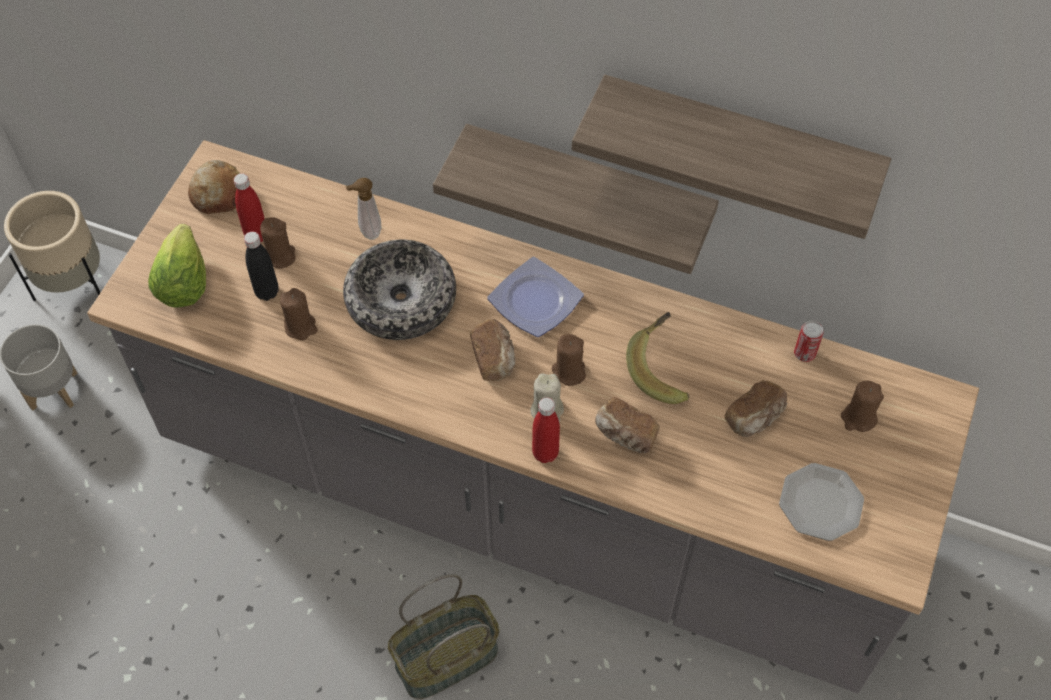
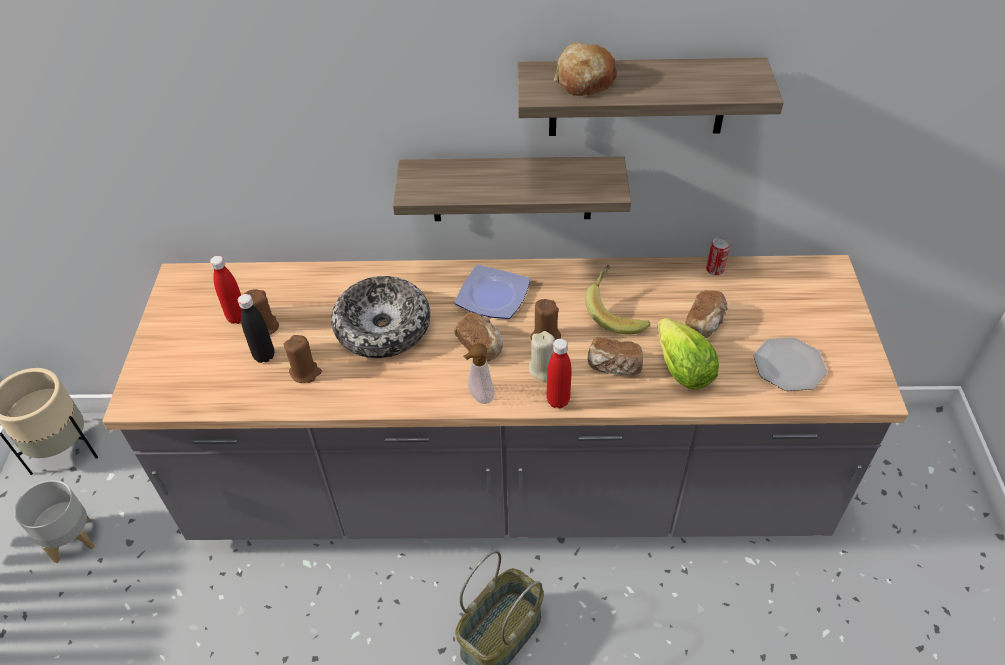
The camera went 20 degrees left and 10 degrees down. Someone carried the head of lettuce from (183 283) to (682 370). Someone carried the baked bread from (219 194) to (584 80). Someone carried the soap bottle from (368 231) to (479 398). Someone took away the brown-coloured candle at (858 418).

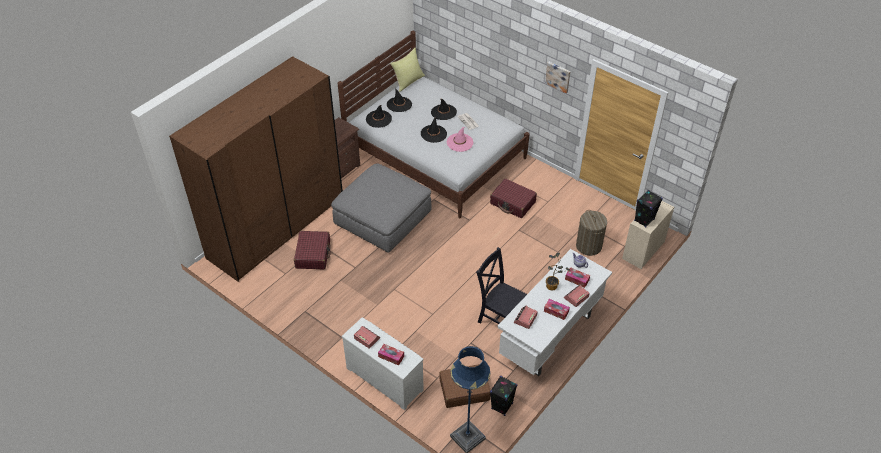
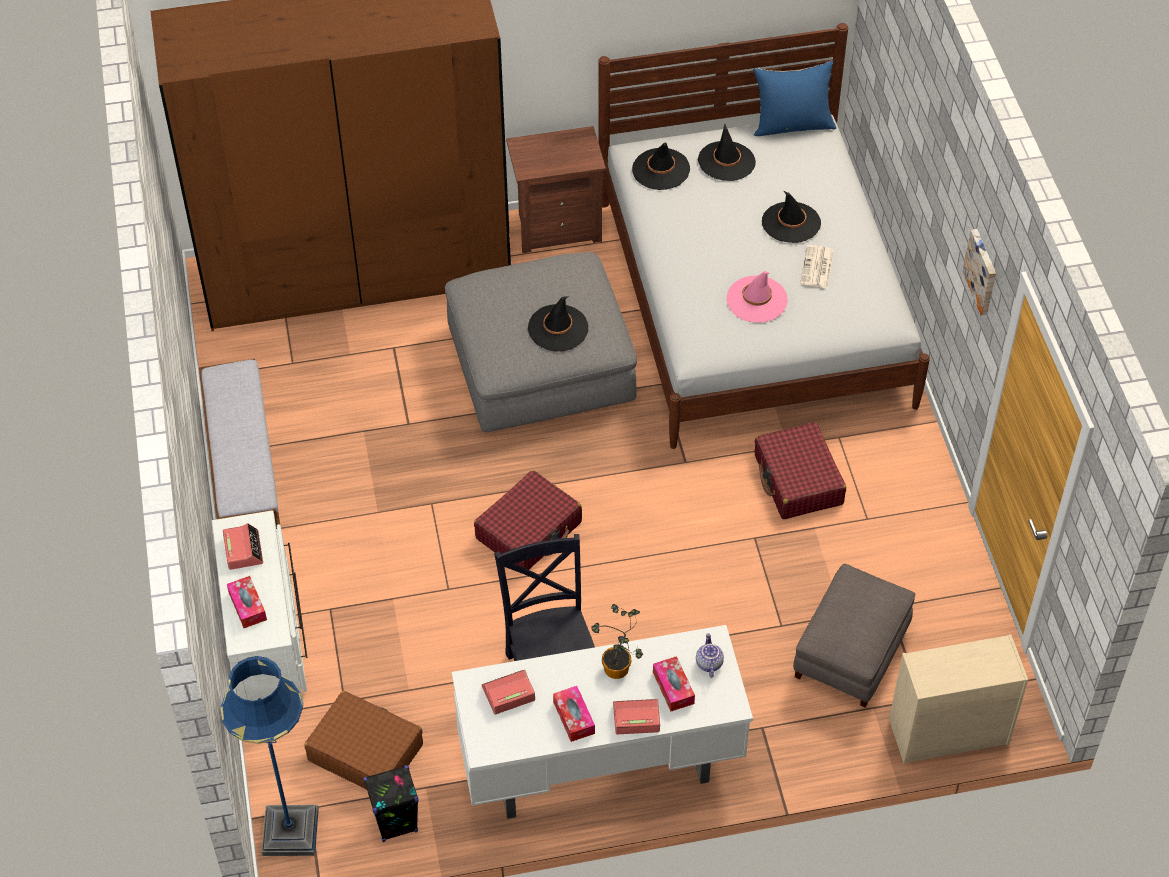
The camera went 40 degrees right and 5 degrees up. Someone carried the red-coloured suitcase from (313 254) to (529 531). Someone repainted the yellowish throw pillow at (408 81), which became the blue-coloured throw pillow at (792 124). Someone carried the black clothing hat from (433 134) to (558 328). Someone swapped the laundry basket at (588 246) for the grey ottoman at (851 653). Someone took away the black speaker at (644 220). Someone put down the long seat at (245 479).

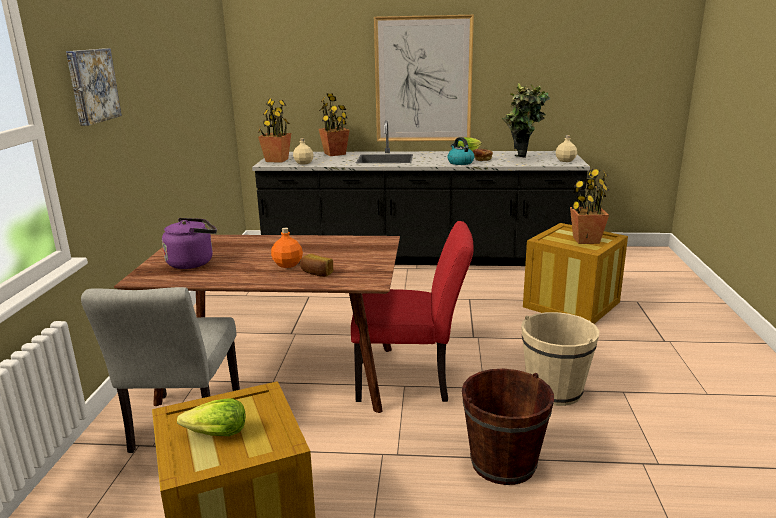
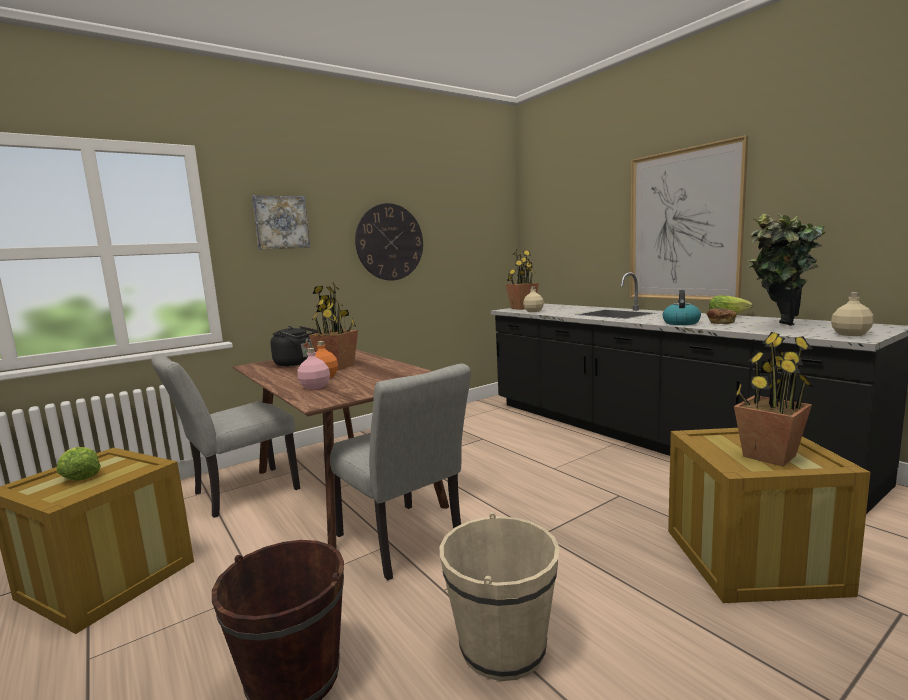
The camera went 50 degrees right and 10 degrees down. Someone repainted the purple-coloured kettle at (193 262), which became the black kettle at (296 363). Someone swapped the baked bread at (316 273) for the pinkish drink bottle at (315 387). Someone carried the houseplant from (335 154) to (337 367). Someone repainted the red-coloured chair at (412 381), which became the grey chair at (404 543). Someone put up the clock on the wall at (390 242).

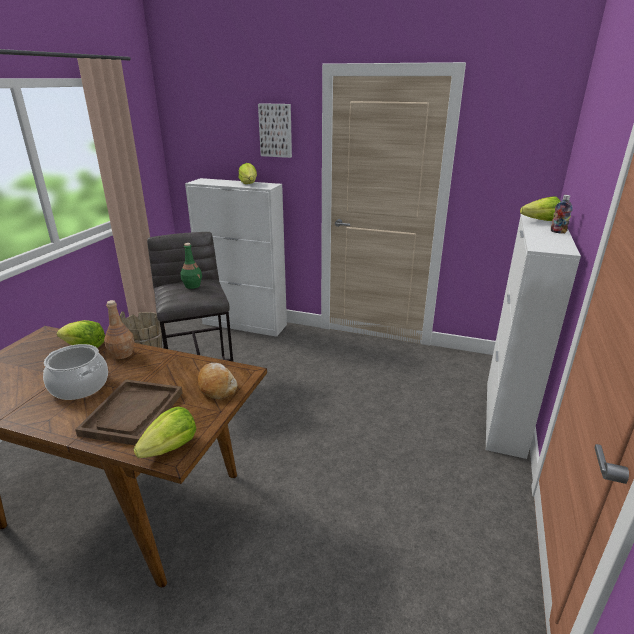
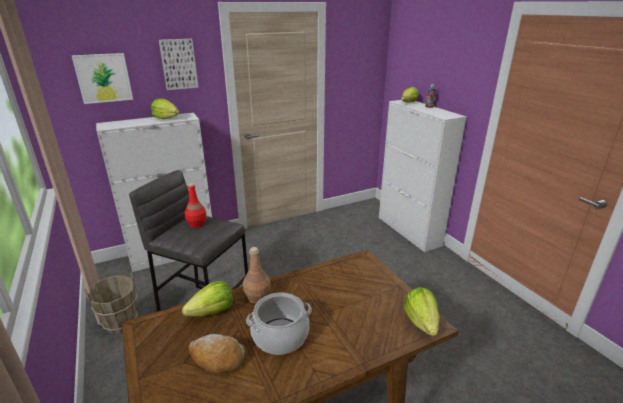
The camera went 45 degrees left and 0 degrees up. Someone took away the brown-coloured tray at (133 413). Someone repainted the green-coloured drink bottle at (192 285), which became the red-coloured drink bottle at (197 224). Someone carried the baked bread from (216 386) to (217 358). Someone put up the picture at (103 78).

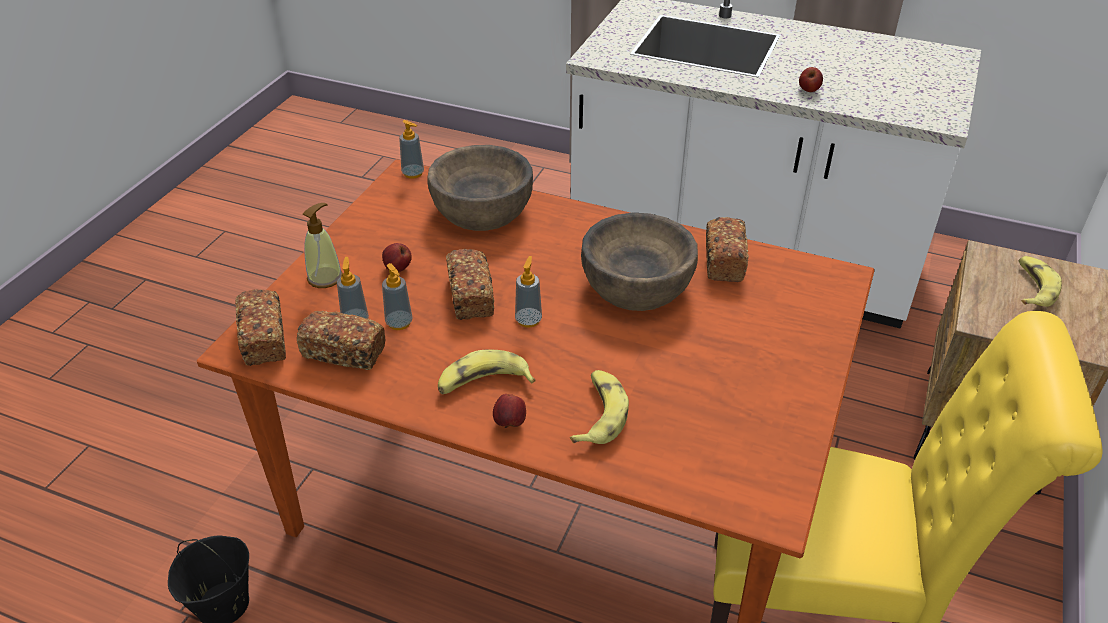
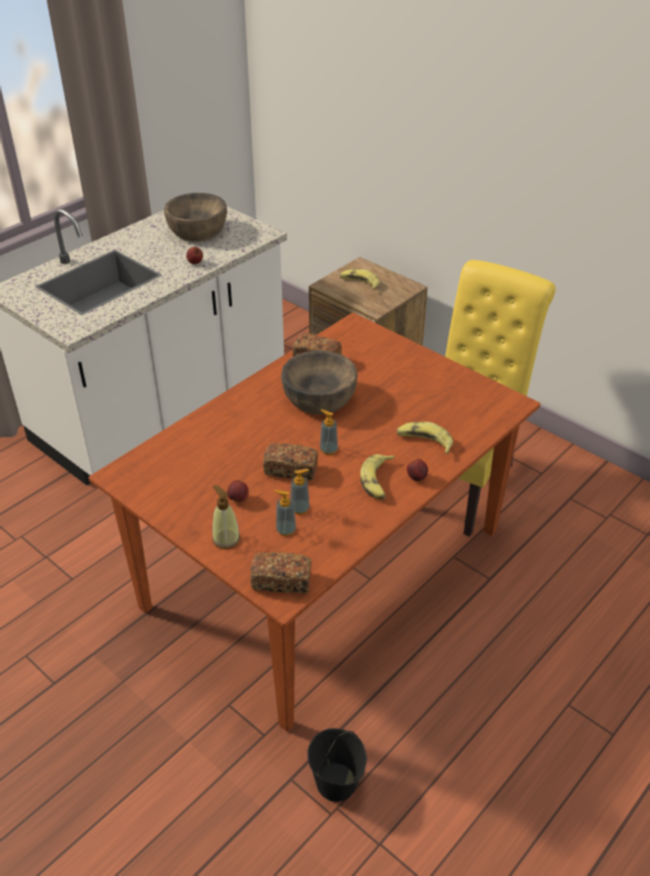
The camera went 70 degrees left and 0 degrees up. Someone took away the baked bread at (344 352). Someone took away the soap bottle at (413 173). Someone carried the brown-coloured serving bowl from (482 209) to (197 230).

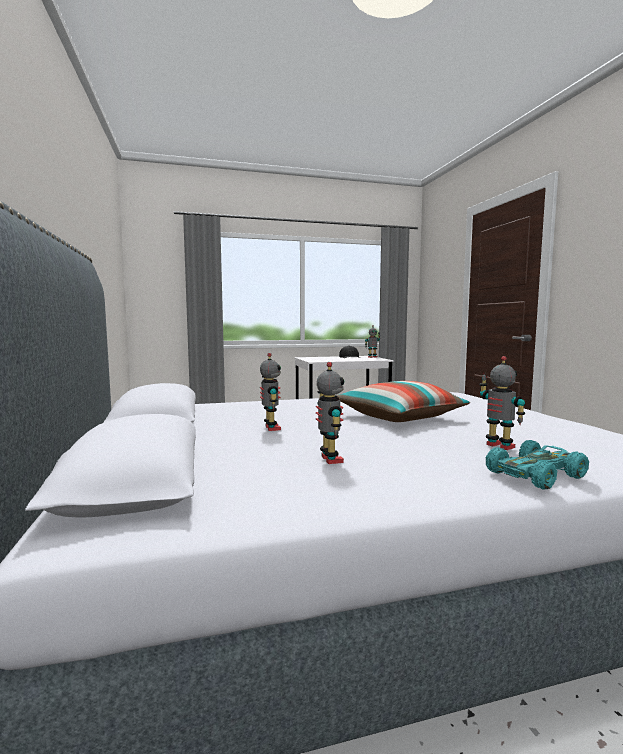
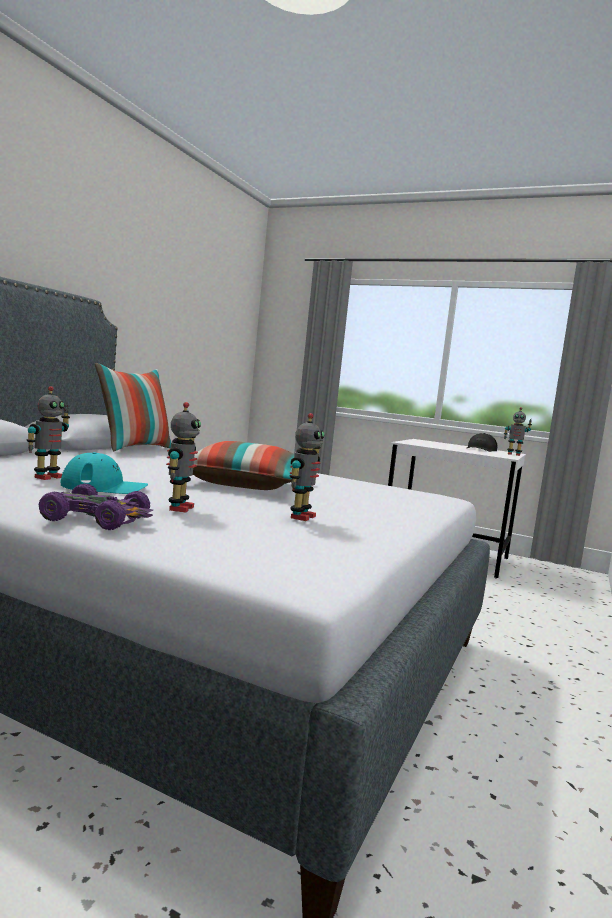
The camera went 40 degrees right and 0 degrees up. Someone carried the robot figure from (271 428) to (300 517). Someone repainted the blue-green miniature car at (536 474), which became the purple-coloured miniature car at (98 519). Someone put down the blue-green peaked cap at (104 487). Someone put down the throw pillow at (134 448).

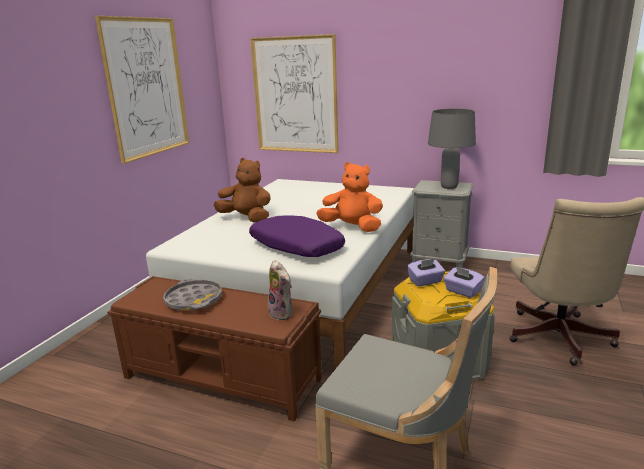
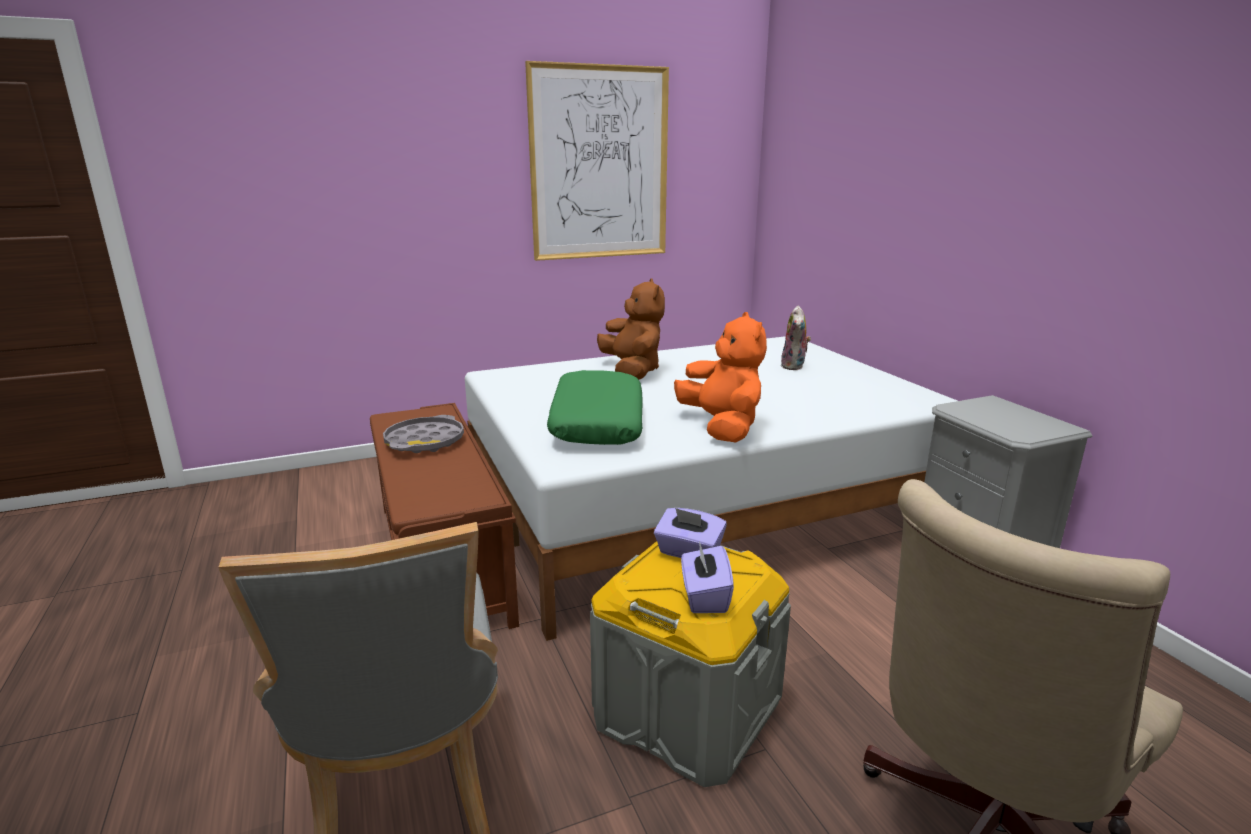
The camera went 45 degrees right and 0 degrees up. Someone repainted the purple-coloured throw pillow at (295 247), which became the green-coloured throw pillow at (596 422). Someone took away the picture at (295 95). Someone carried the soft toy from (282 313) to (794 366). Someone took away the grey lamp for a table at (448 187).

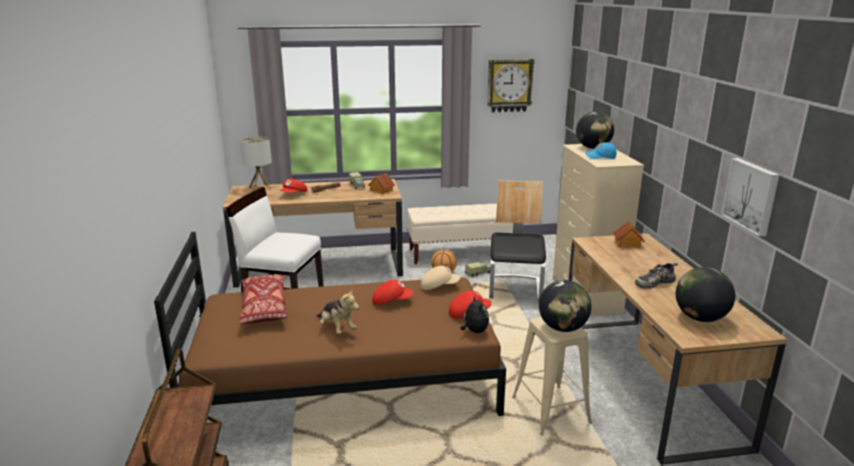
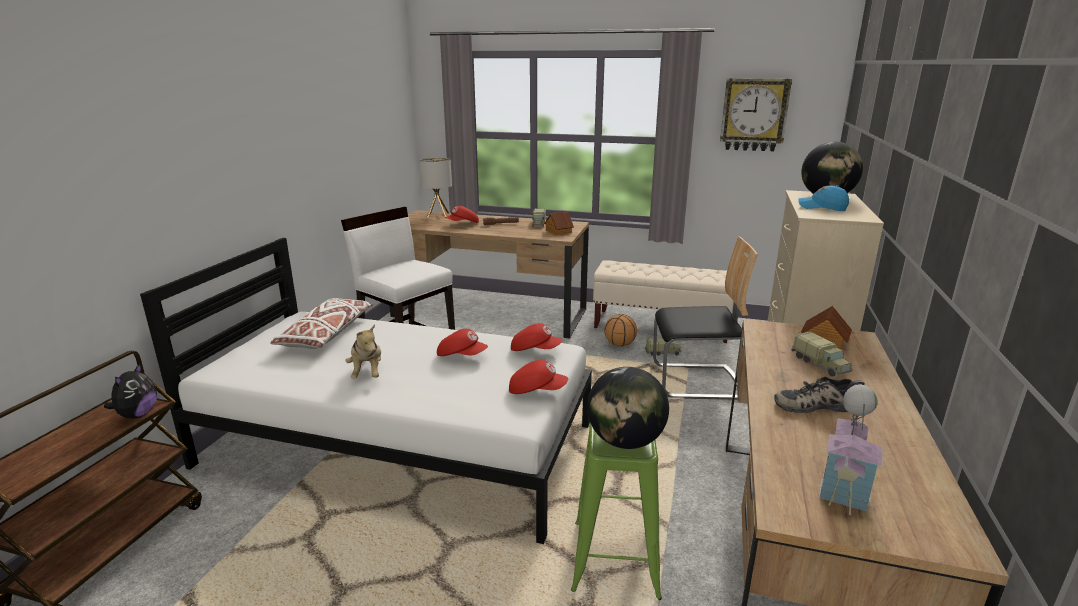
The camera went 25 degrees right and 0 degrees up. Someone repainted the brown-coloured bed at (345 383), which became the whitish bed at (399 444). Someone repainted the red-coloured throw pillow at (264 308), which became the whitish throw pillow at (326 334). Someone repainted the beige peaked cap at (439 286), which became the red-coloured peaked cap at (535 350). Someone carried the soft toy from (474 331) to (137 415). Someone rotated the chair at (515 289) by 60 degrees clockwise. Someone repainted the beige stool seat at (550 410), which became the green-coloured stool seat at (614 559). Someone swapped the desk globe at (700 318) for the miniature house at (844 484). Someone took away the picture at (751 196). Someone put down the toy truck at (820 364).

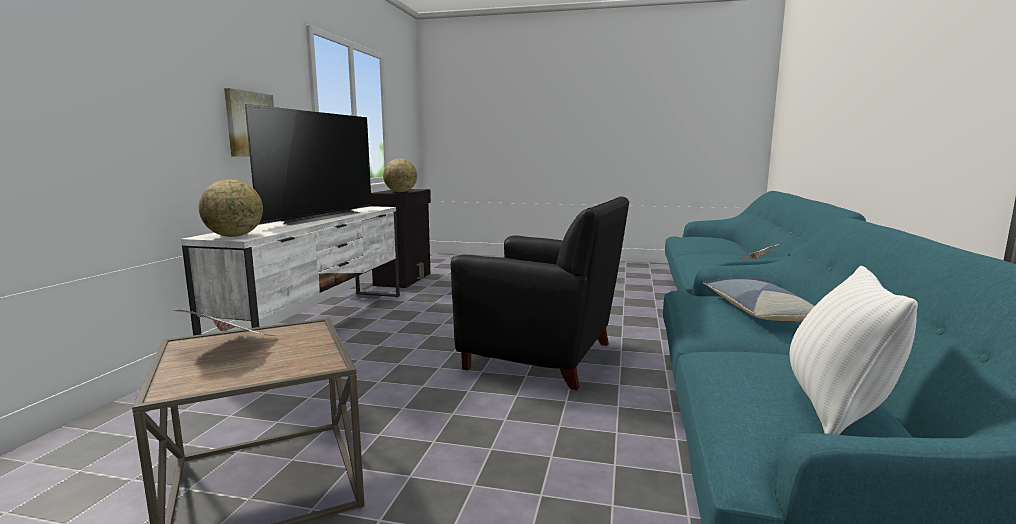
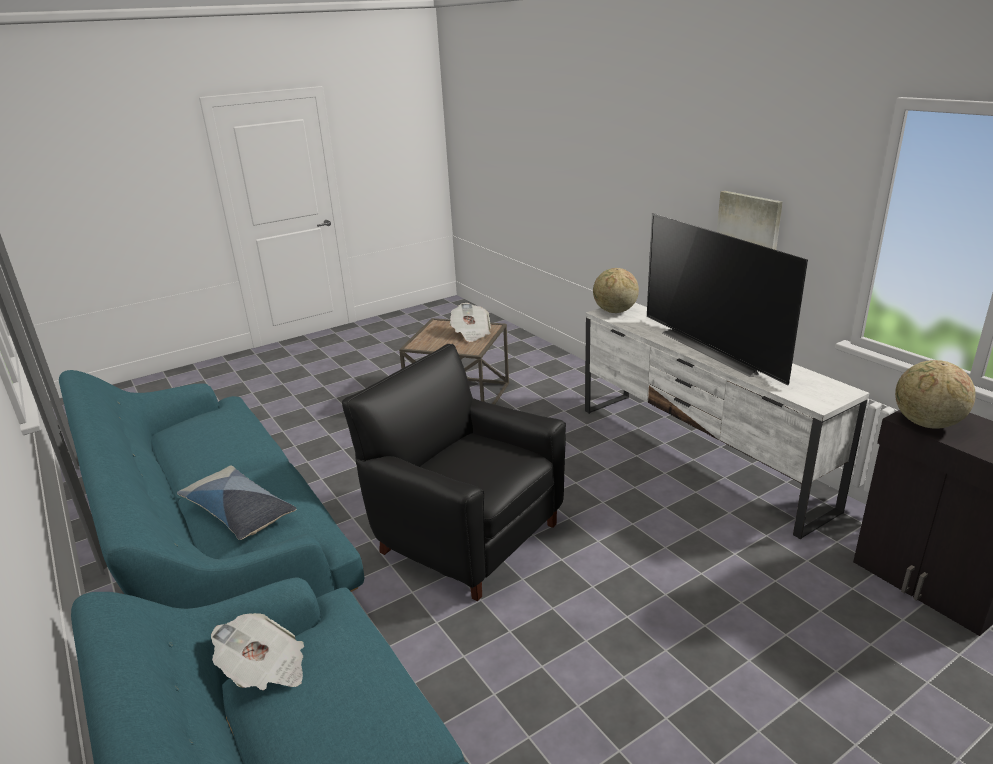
The camera went 135 degrees right and 15 degrees up. Someone rotated the black lounge chair at (543 357) by 60 degrees clockwise. Someone took away the whitish throw pillow at (836 407).

